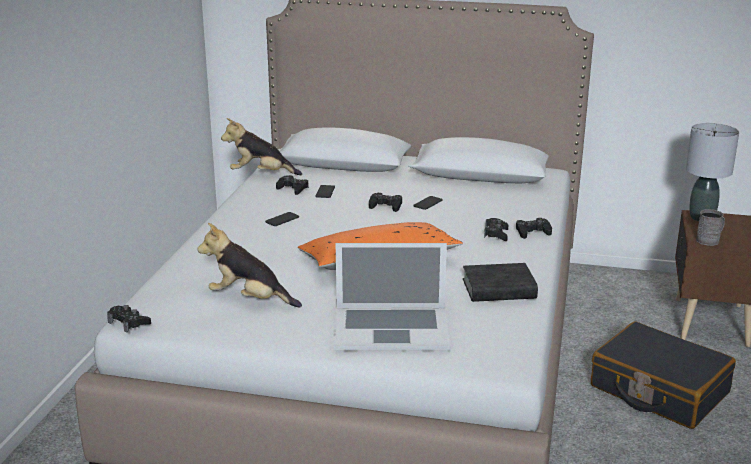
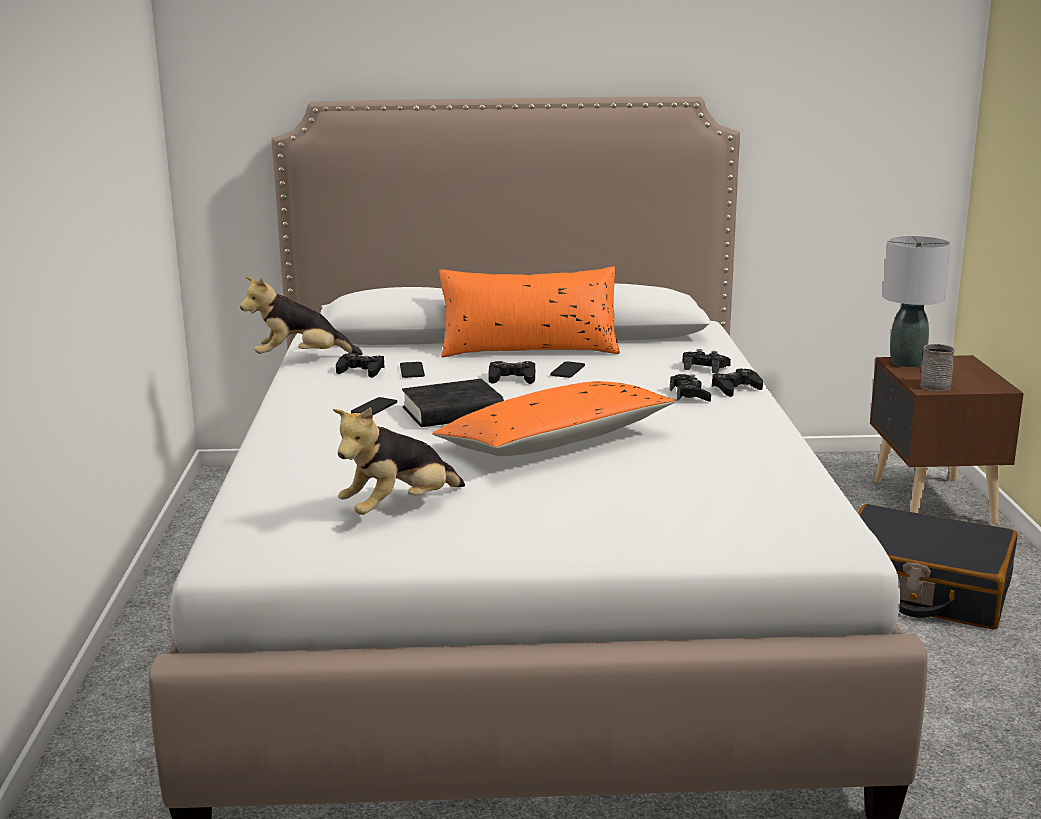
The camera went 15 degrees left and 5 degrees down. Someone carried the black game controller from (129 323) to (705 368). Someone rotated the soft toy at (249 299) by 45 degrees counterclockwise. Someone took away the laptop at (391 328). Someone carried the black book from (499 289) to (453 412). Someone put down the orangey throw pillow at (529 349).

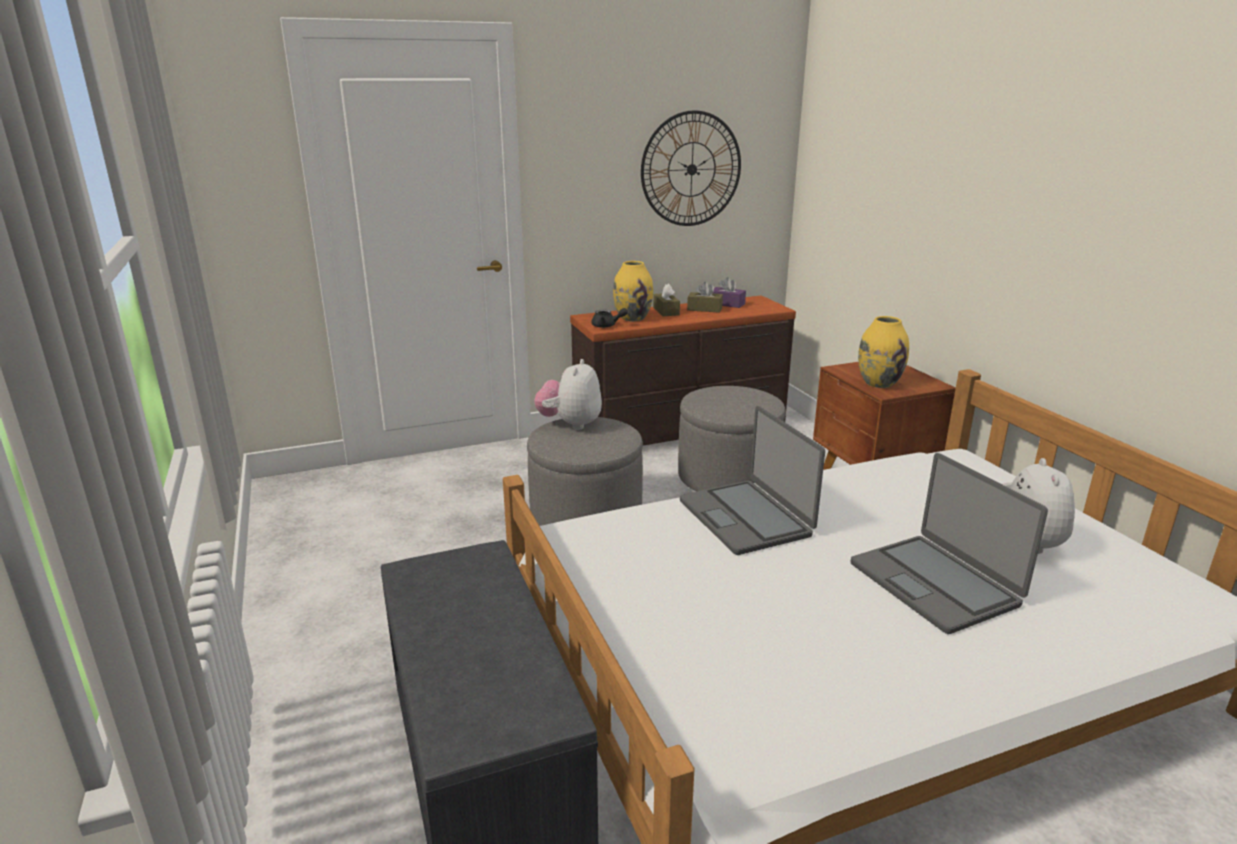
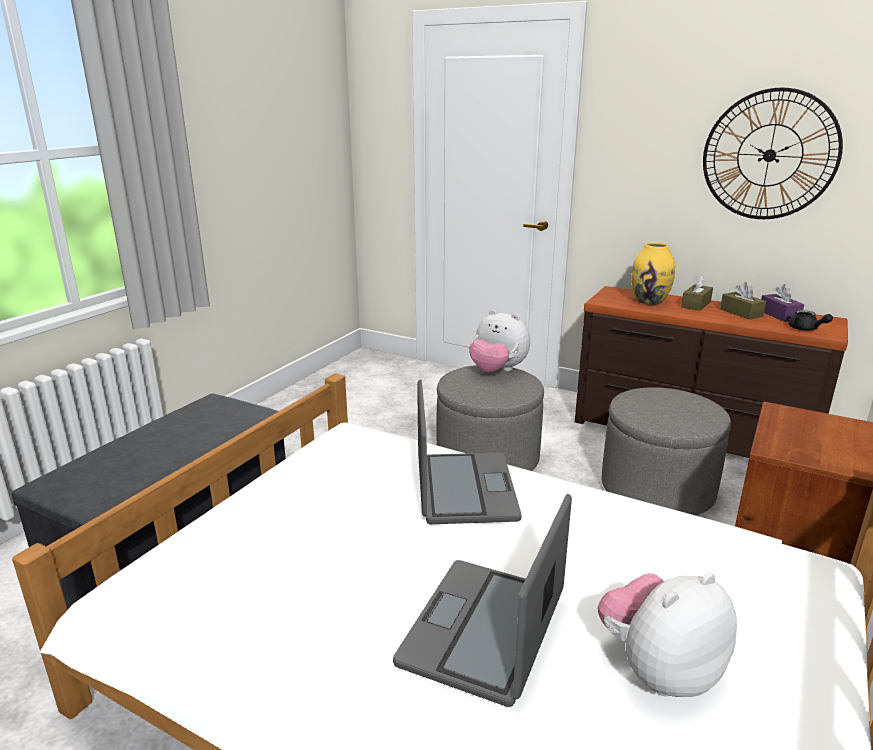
The camera went 50 degrees right and 0 degrees up. Someone rotated the soft toy at (570 424) by 120 degrees counterclockwise. Someone carried the black teapot from (607 326) to (805 329). Someone rotated the laptop at (746 518) by 150 degrees clockwise. Someone took away the yellowish flower vase at (879 383).

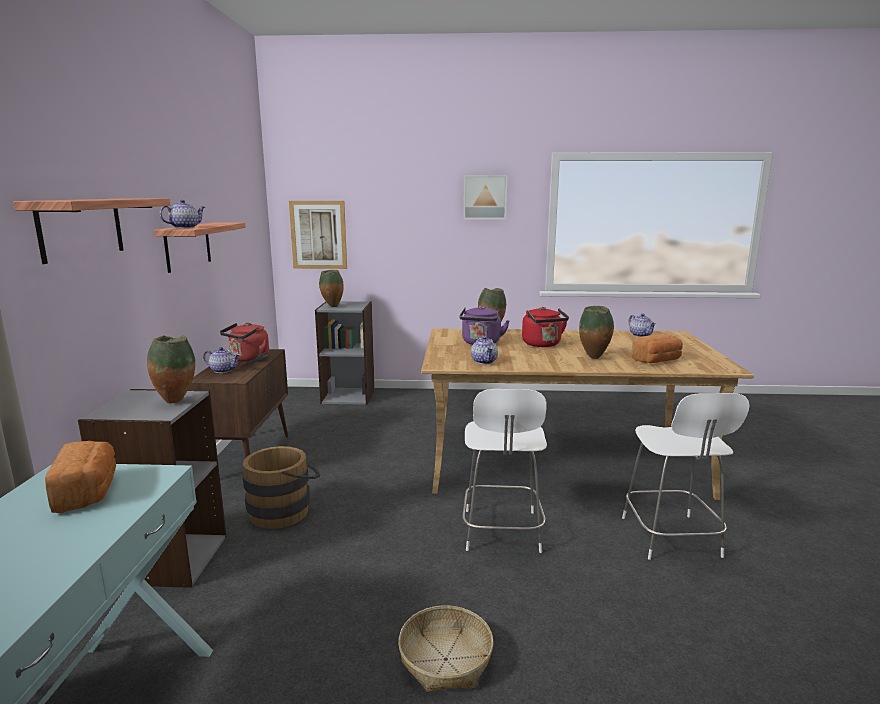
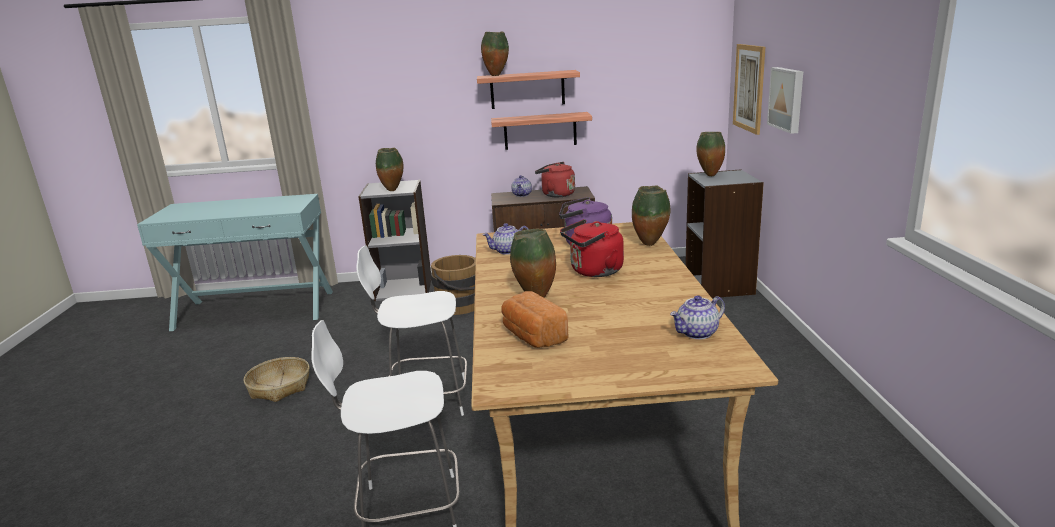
The camera went 85 degrees right and 5 degrees up. Someone carried the shelf from (81 228) to (540 131). Someone took away the baked bread at (88 492). Someone swapped the teapot at (185 227) for the flower vase at (496 75). Someone carried the picture from (485 197) to (787 99).

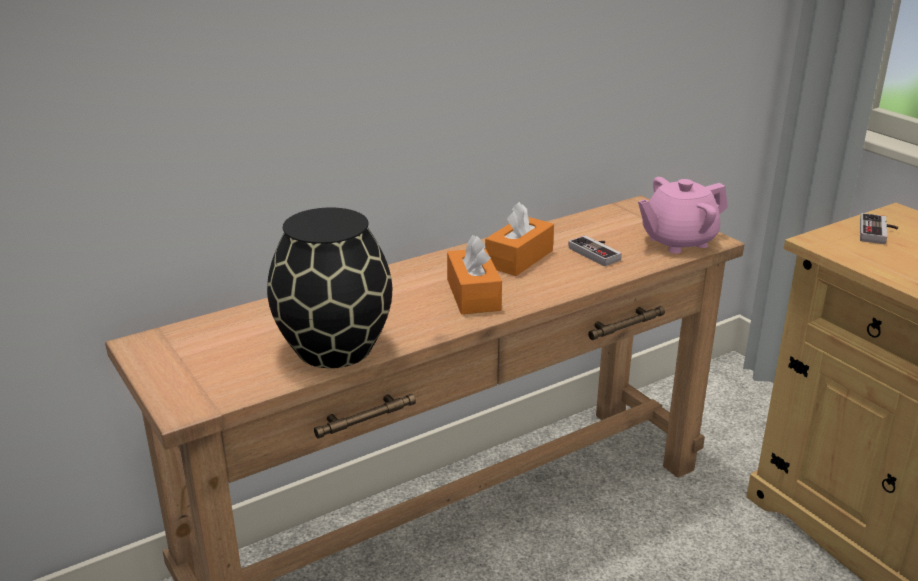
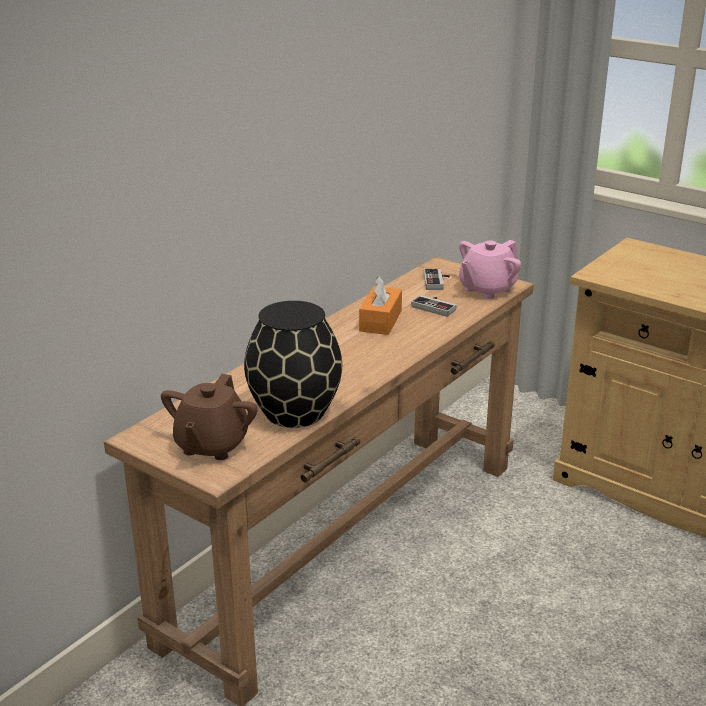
The camera went 20 degrees left and 0 degrees up. Someone took away the orangey tissue holder at (473 295). Someone carried the game controller from (878 233) to (437 282). Someone put down the brown-coloured teapot at (211 445).

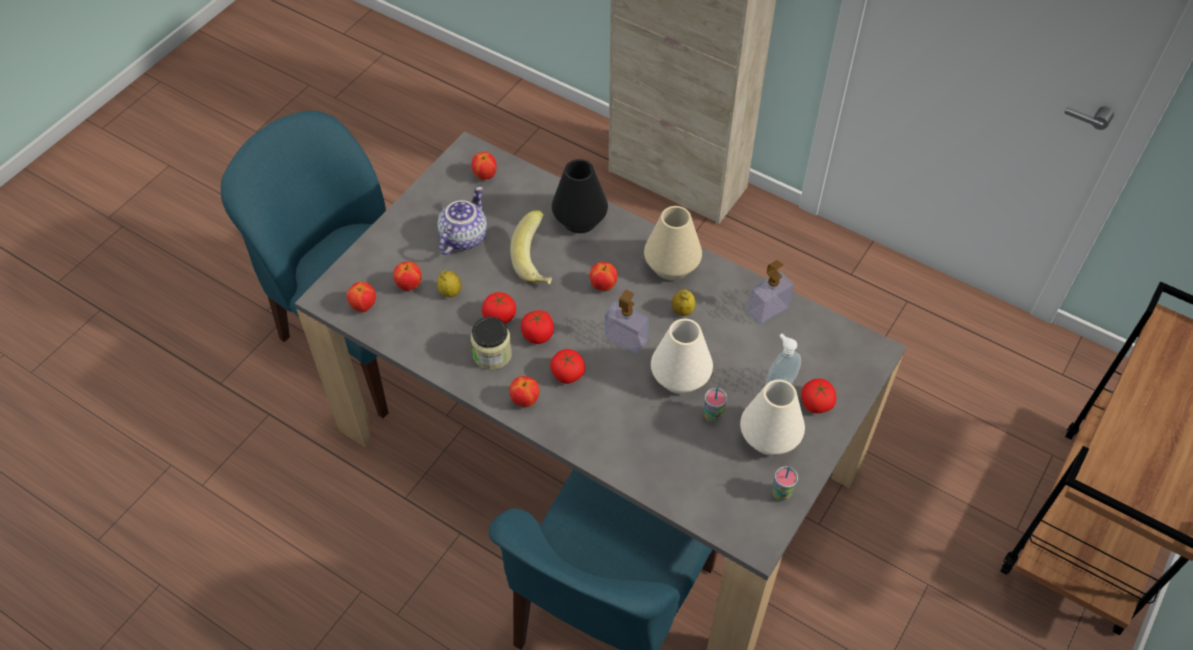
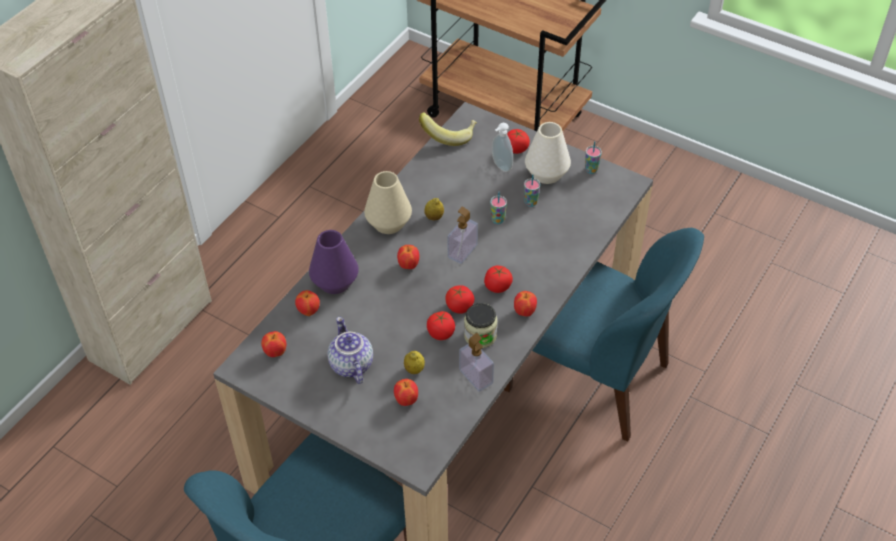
The camera went 90 degrees left and 5 degrees down. Someone carried the apple from (364 306) to (308 311). Someone rotated the teapot at (463 237) by 45 degrees clockwise. Someone carried the whole banana from (538 262) to (449 135). Someone repainted the black flower vase at (580 219), which became the purple-coloured flower vase at (335 282). Someone swapped the whitish flower vase at (680 378) for the small cup at (498 220). Someone carried the soap bottle from (768 310) to (476 377).

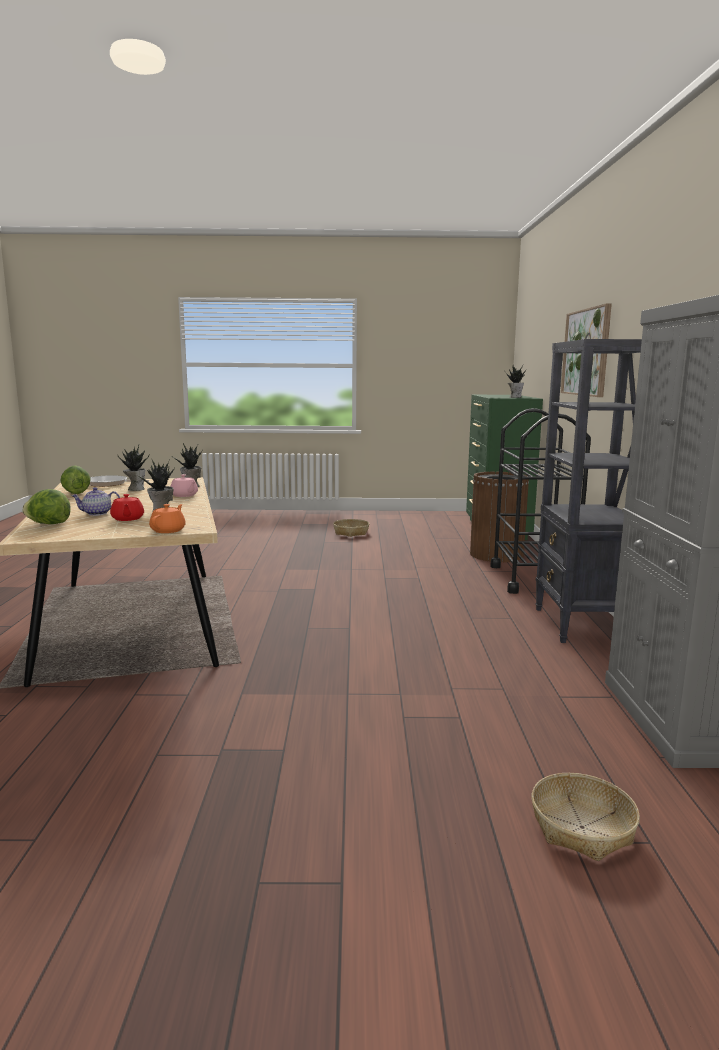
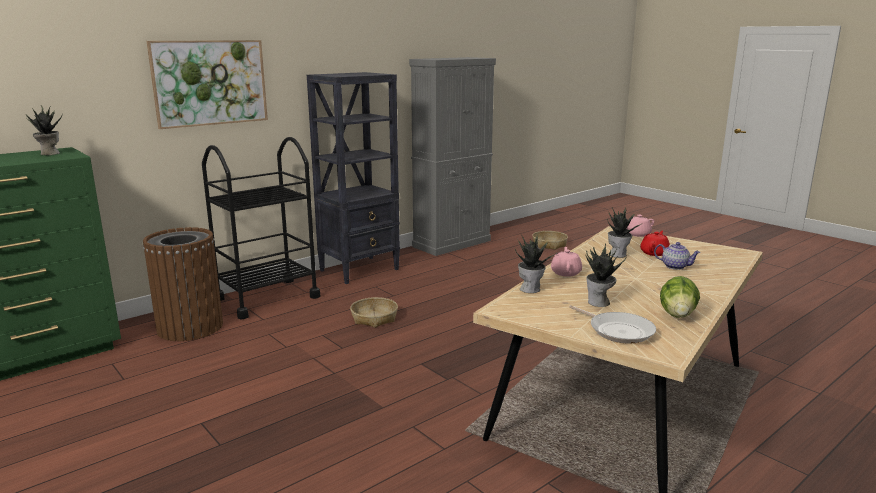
The camera went 130 degrees left and 5 degrees up. Someone took away the head of lettuce at (49 524). Someone repainted the orangey teapot at (168 530), which became the pinkish teapot at (637 234). Someone carried the storage basket from (351 532) to (374 318).

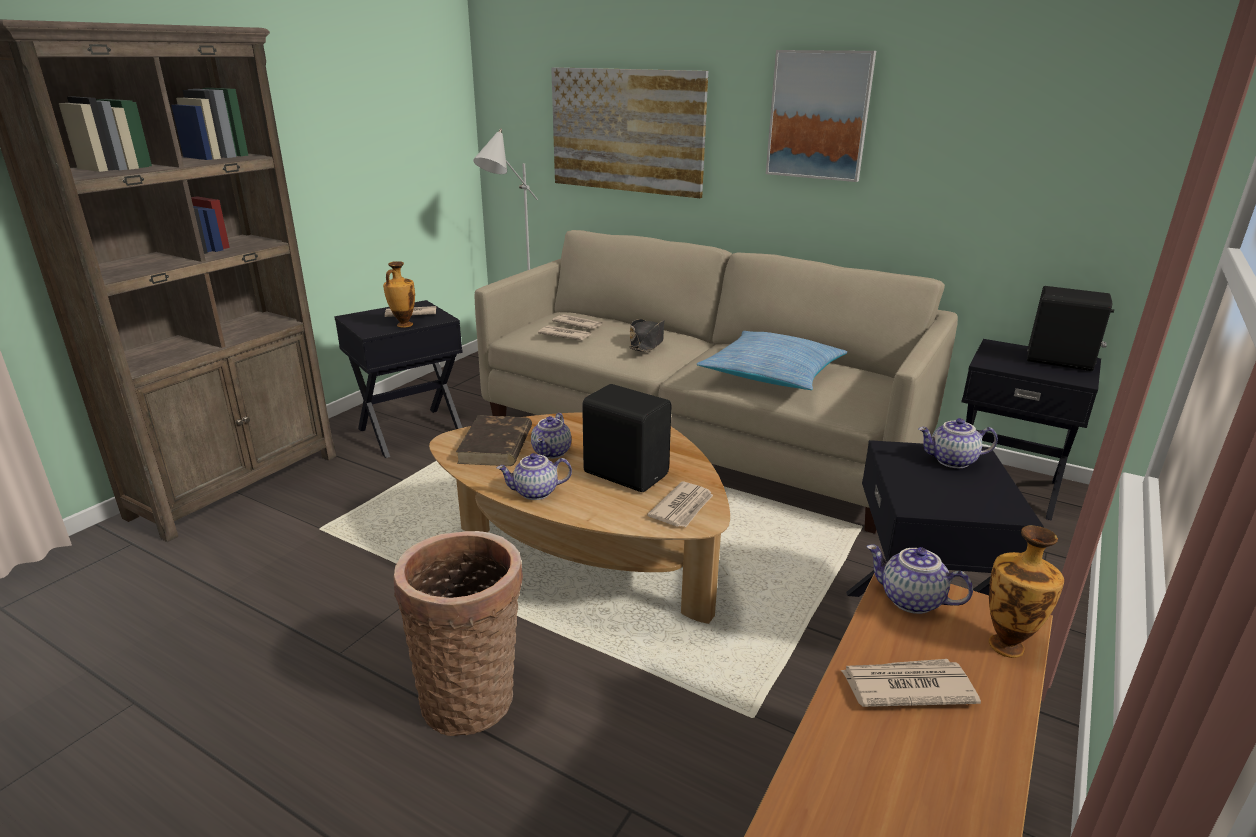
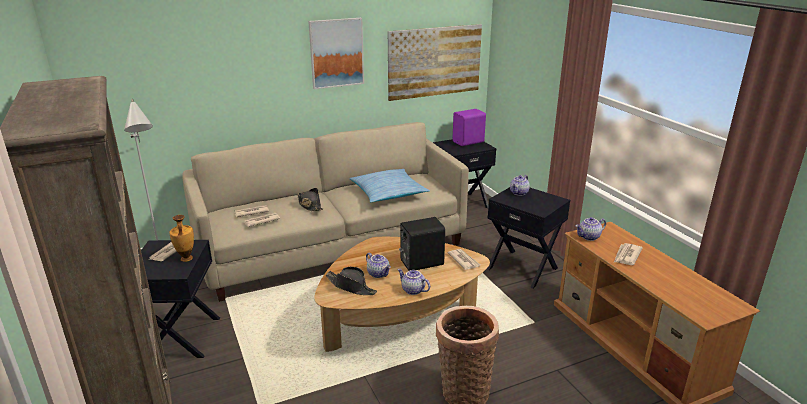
The camera went 55 degrees left and 0 degrees up. Someone swapped the brown-coloured book at (496 445) for the black clothing hat at (351 286). Someone rotated the teapot at (535 493) by 105 degrees clockwise. Someone carried the picture from (626 131) to (434 61). Someone took away the flower vase at (1007 644). Someone repainted the black speaker at (1060 362), which became the purple-coloured speaker at (469 142).

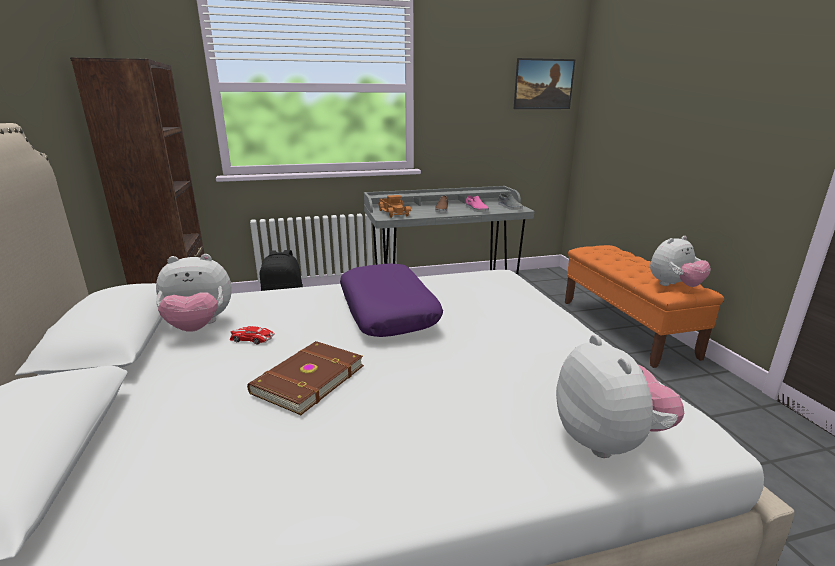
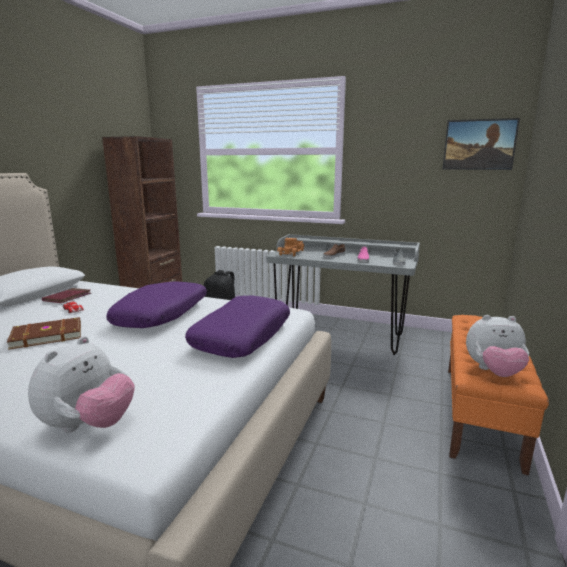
The camera went 35 degrees right and 5 degrees down. Someone swapped the soft toy at (199 326) for the red-coloured book at (67 297). Someone put down the purple-coloured throw pillow at (242 336).

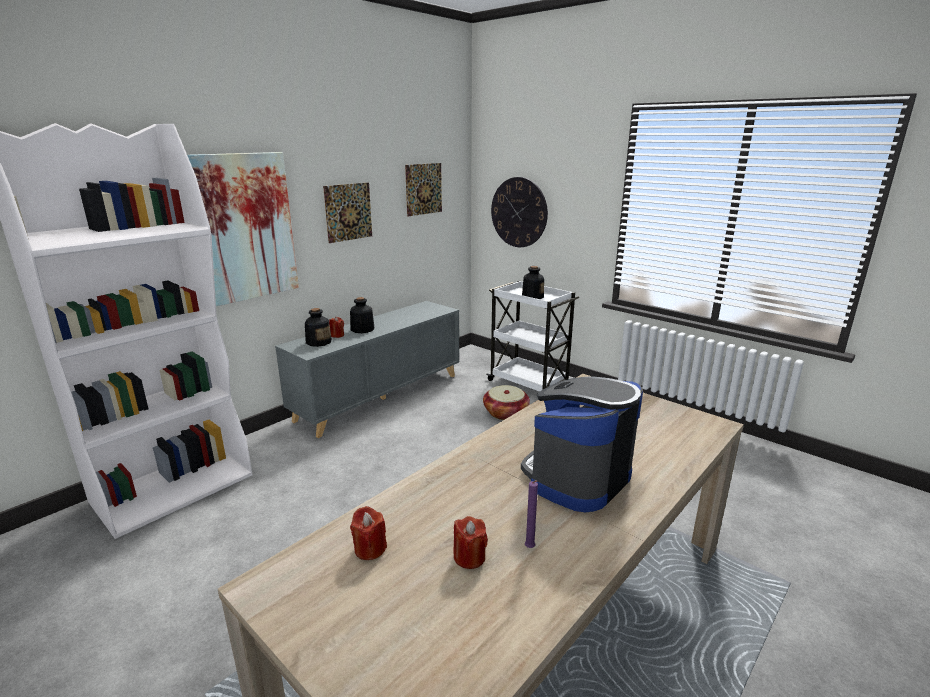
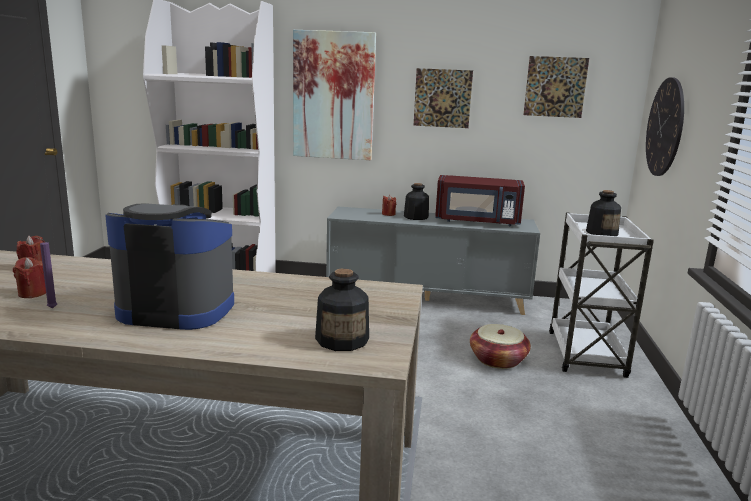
The camera went 55 degrees right and 5 degrees down. Someone carried the drink bottle from (318 342) to (342 340). Someone put down the red-coloured microwave oven at (477 221).

